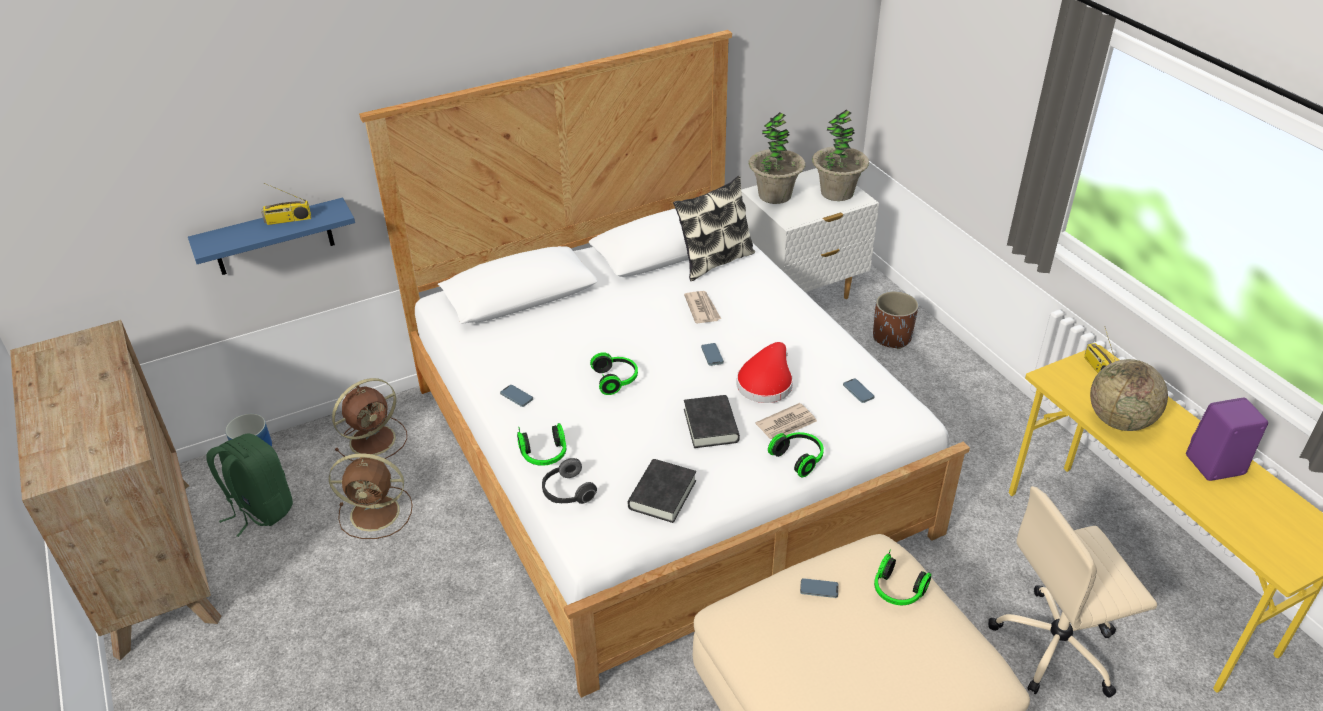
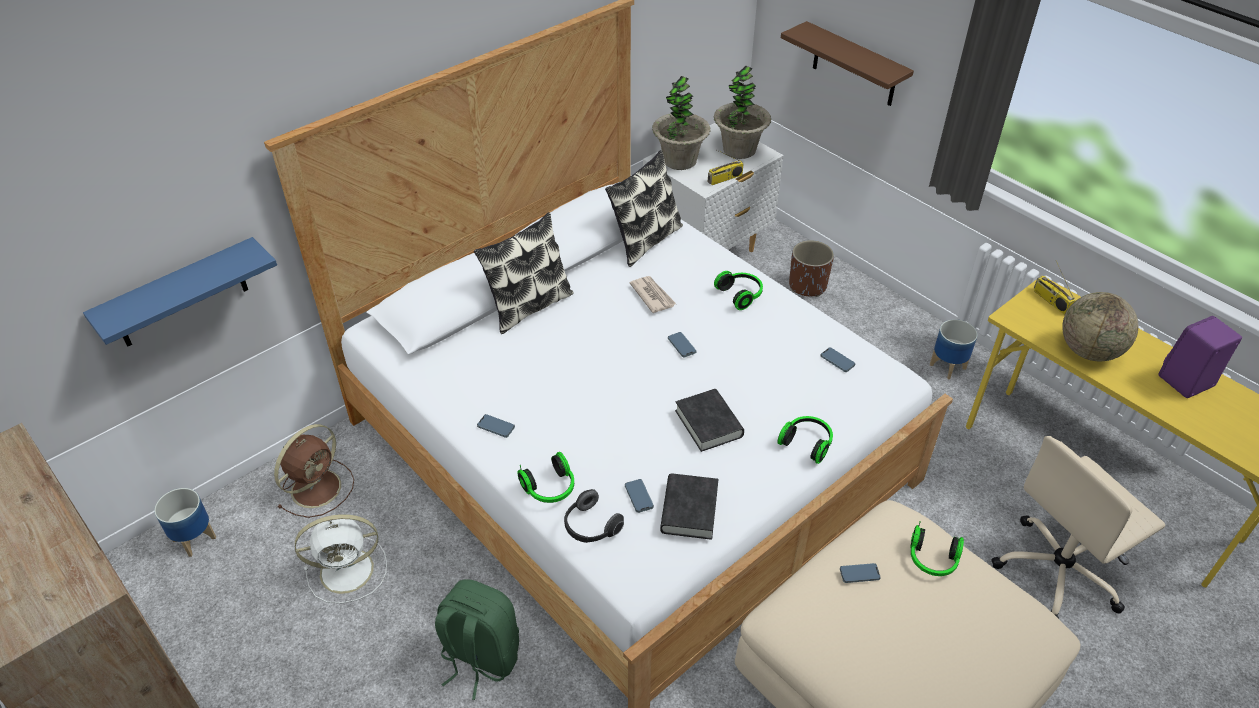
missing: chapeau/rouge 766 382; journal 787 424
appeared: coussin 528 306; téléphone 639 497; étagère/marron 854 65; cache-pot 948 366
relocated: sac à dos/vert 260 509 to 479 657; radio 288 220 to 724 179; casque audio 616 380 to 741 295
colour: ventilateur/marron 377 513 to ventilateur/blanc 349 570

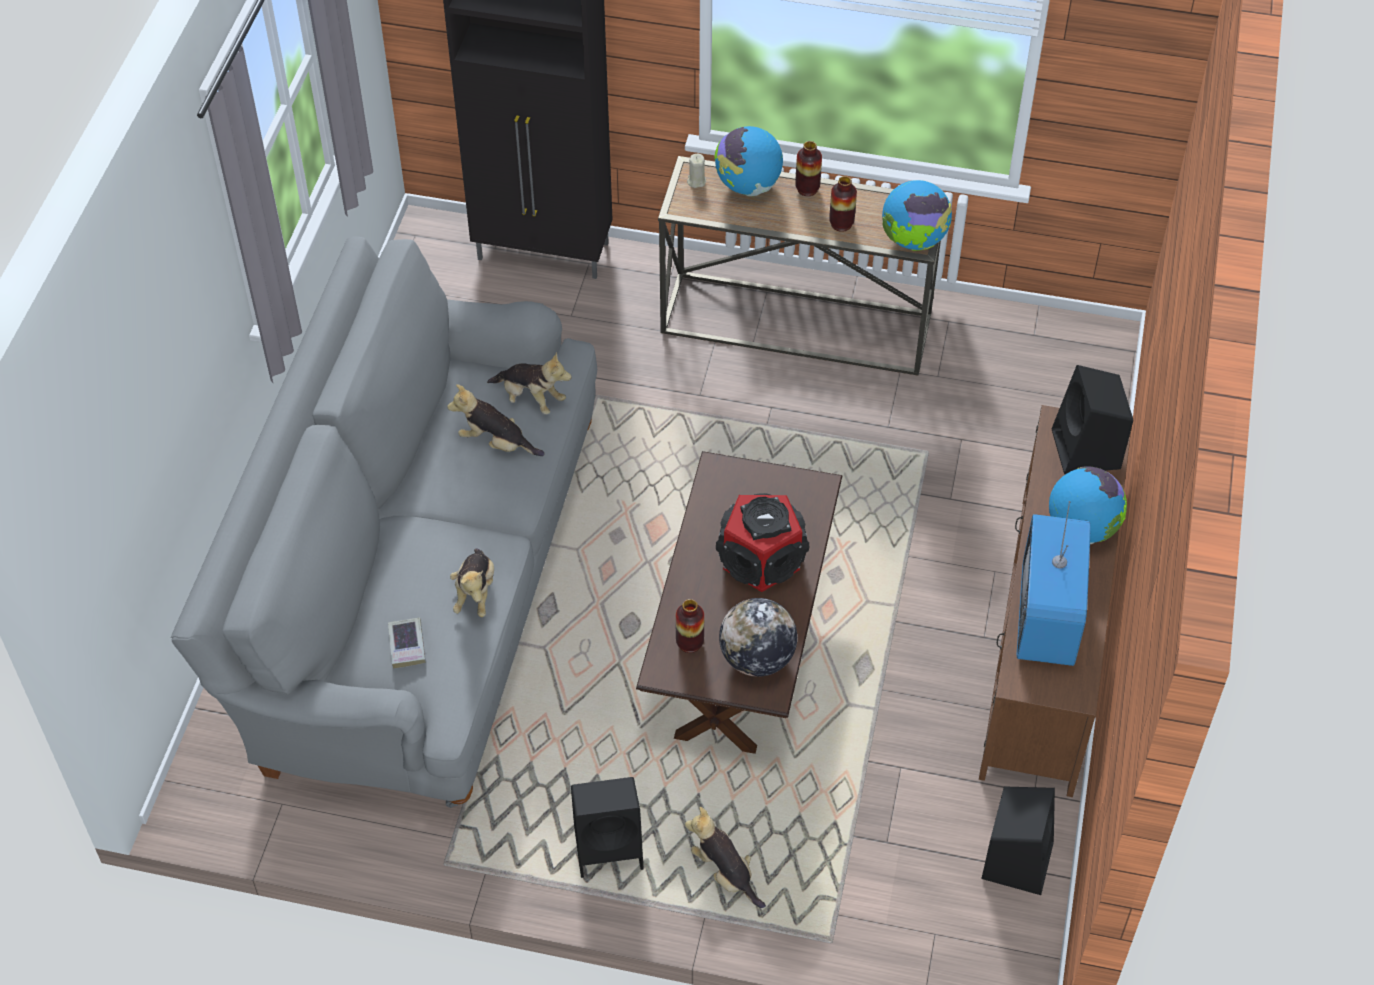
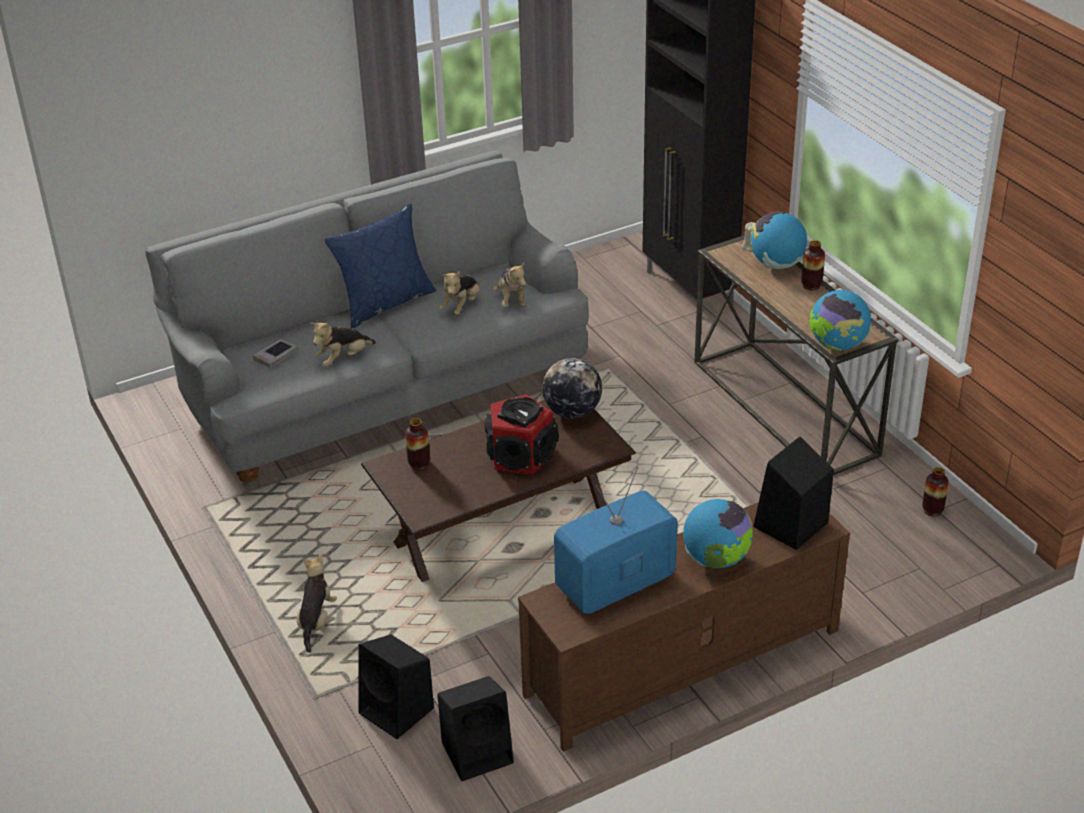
appeared: coussin/bleu 385 303
relocated: enceinte/noir 610 847 to 398 711; globe 757 659 to 572 412; vase 841 224 to 932 510
spun: peluche 496 443 = 461 306 135 degrees counterclockwise

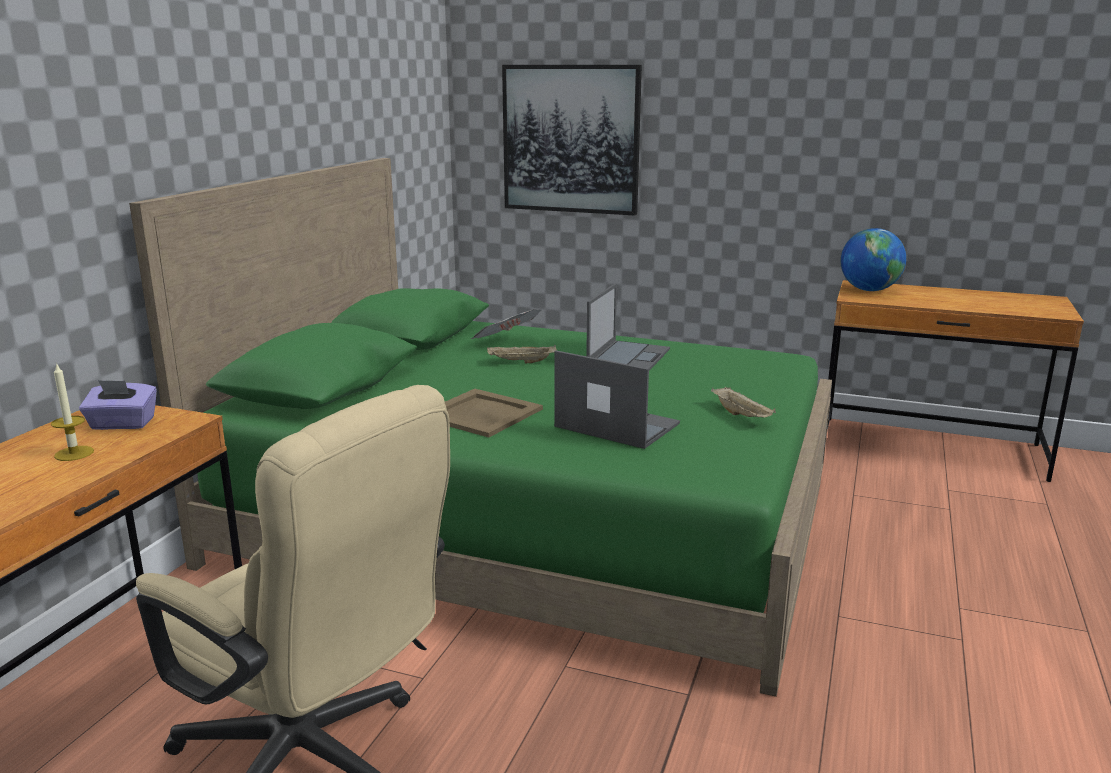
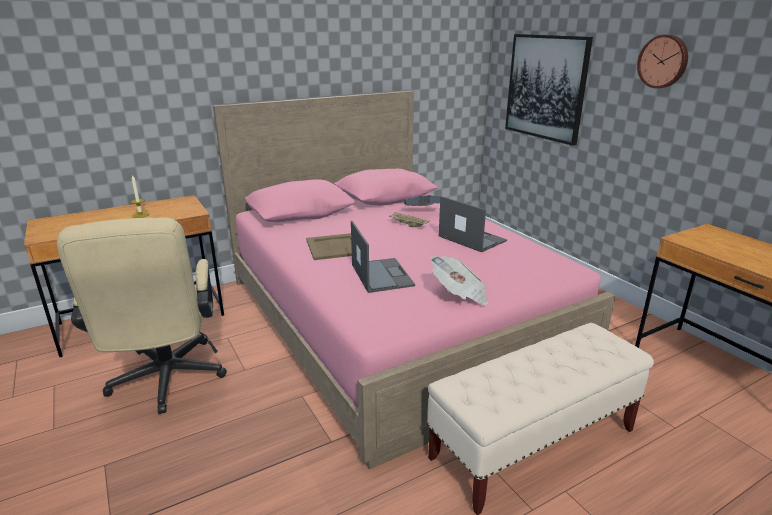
missing: boîte à mouchoirs/violet 122 424; globe 869 290
appeared: banc/beige 533 444; horloge murale 663 61
exchanged: plateau/beige 742 416 to journal 459 294
colour: lit/vert 533 520 to lit/rose 394 319
spun: ordinateur portable 628 357 = 471 238 105 degrees counterclockwise

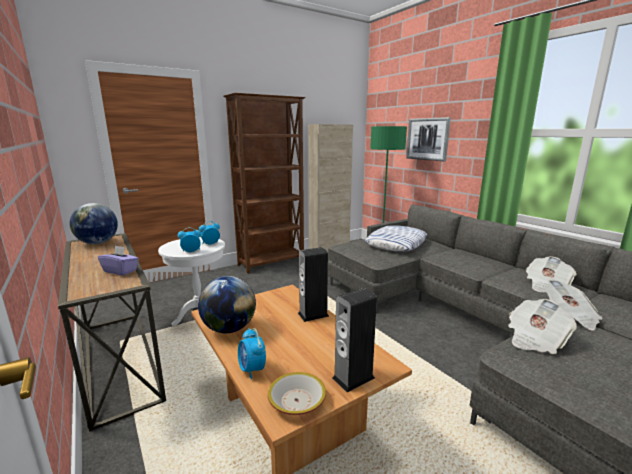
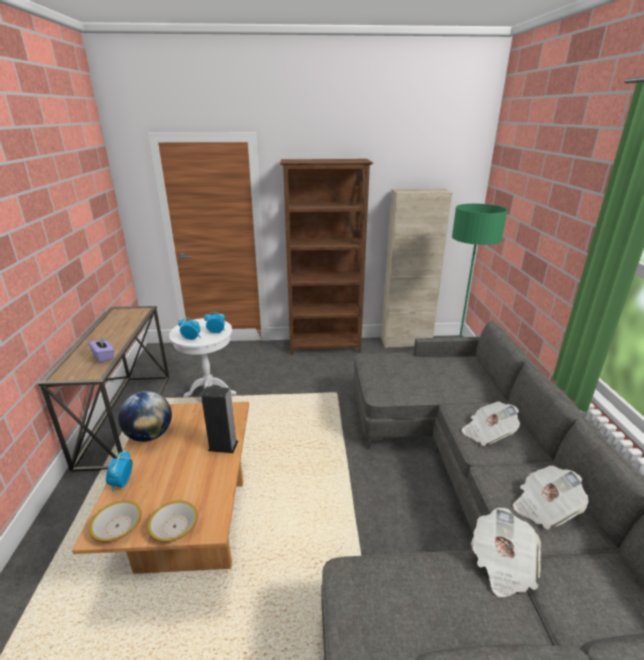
missing: globe 97 243; coussin 396 243; tableau 427 139
relocated: journal 535 339 to 487 433
exchanged: enceinte 353 378 to bol 174 527

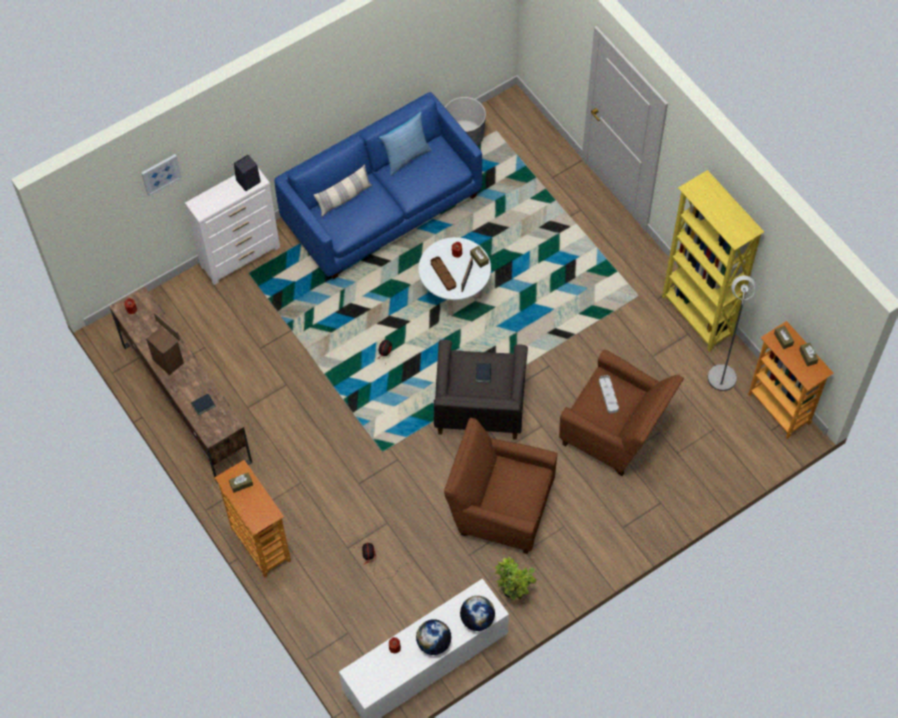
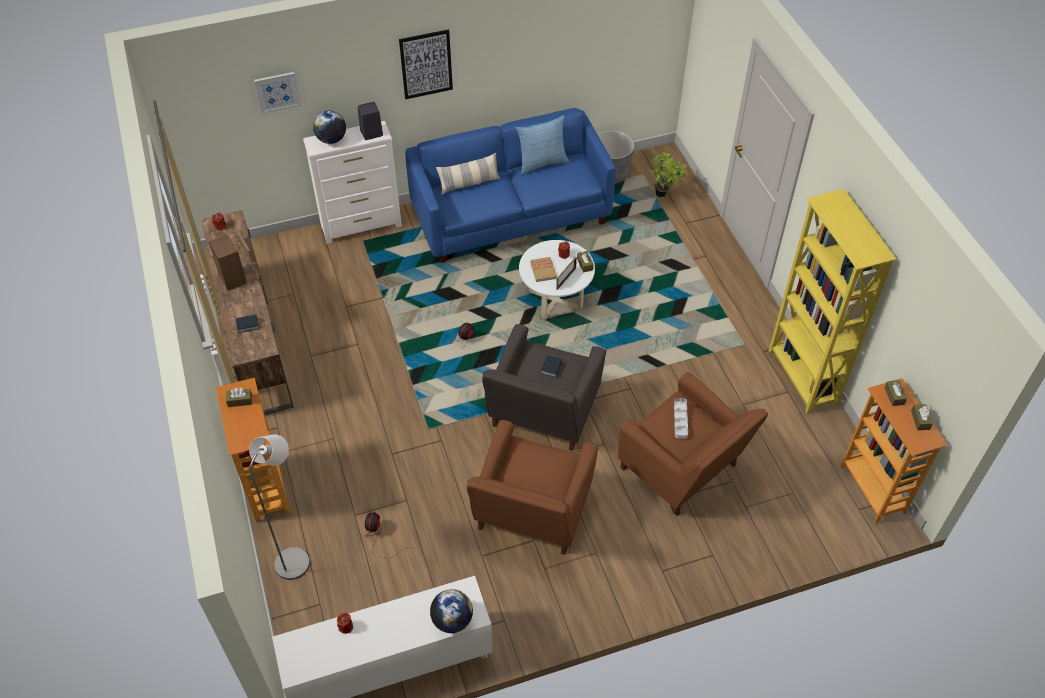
appeared: tableau 426 64
relocated: globe 433 643 to 331 139; plante en pot 513 591 to 664 194; lampadaire/gris 722 373 to 296 558
exchanged: plateau/marron 443 274 to livre 543 270
spun: fauteuil/marron 499 507 = 531 514 105 degrees counterclockwise

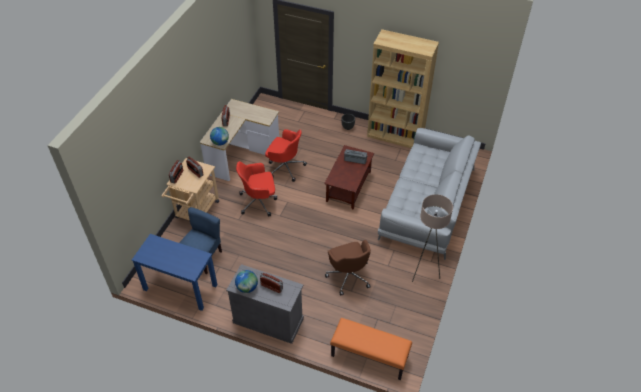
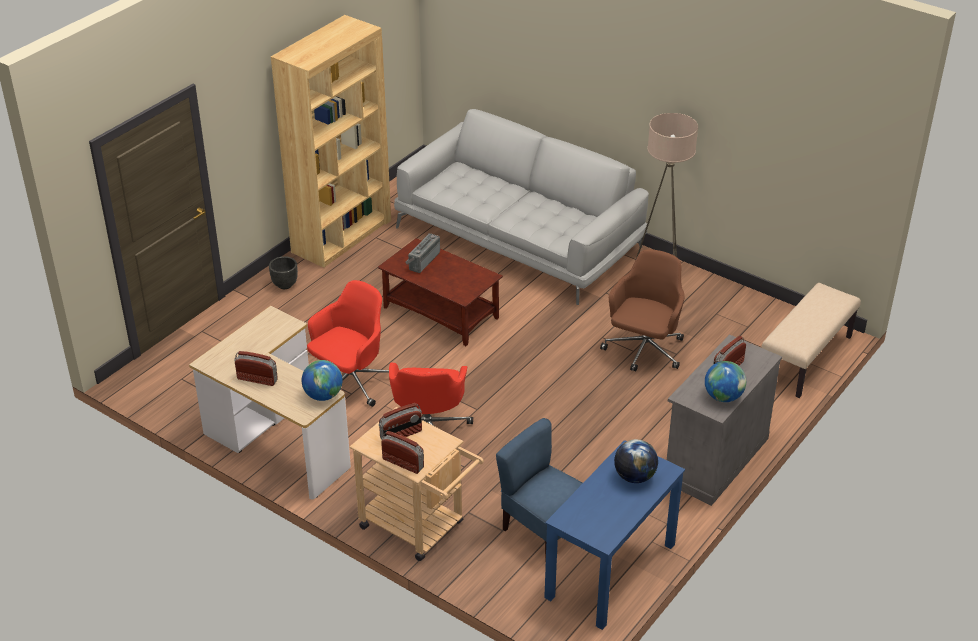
appeared: globe 634 477
colour: banc/orange 369 356 to banc/beige 806 359
spun: chaise de bureau/marron 348 275 = 644 350 60 degrees counterclockwise

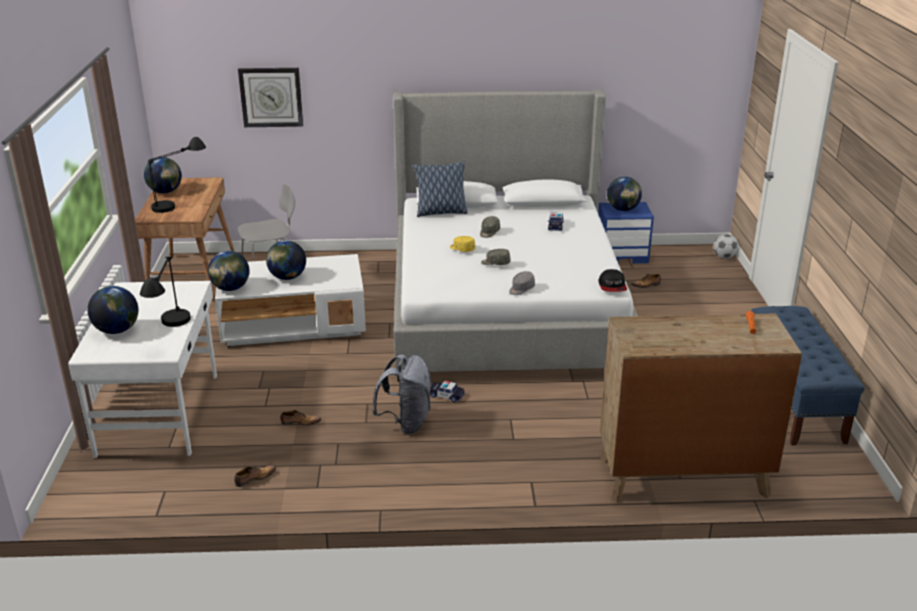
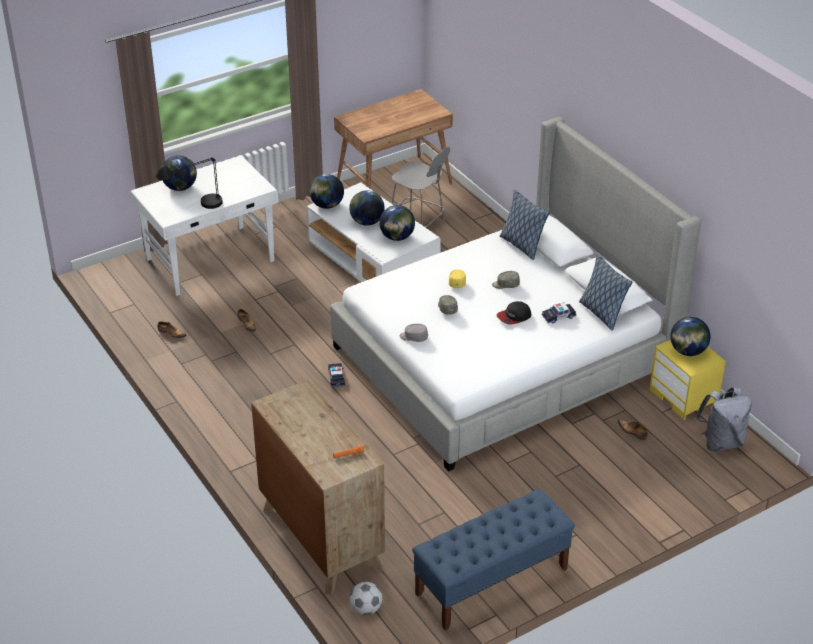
missing: lampe de table/noir 180 202; horloge murale 271 97
appeared: coussin 601 313
relocated: globe 165 192 to 397 237; sac à dos/gris 406 422 to 721 442; casquette 612 286 to 514 317; ballon de foot 724 257 to 366 609
colour: table de chevet/bleu 622 255 to table de chevet/jaune 684 397

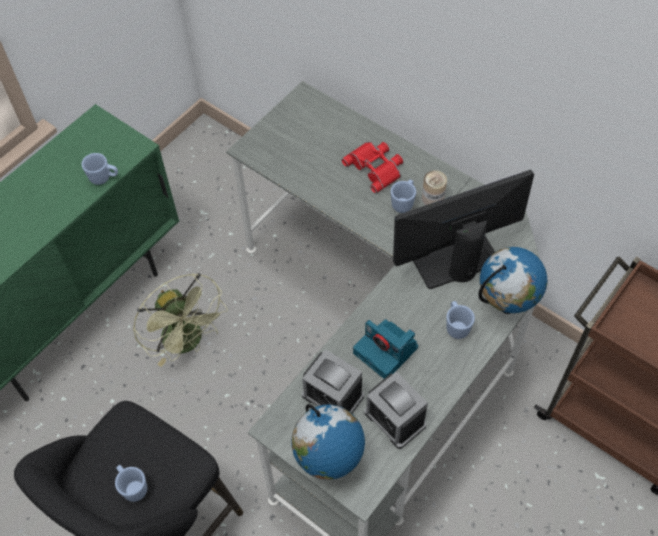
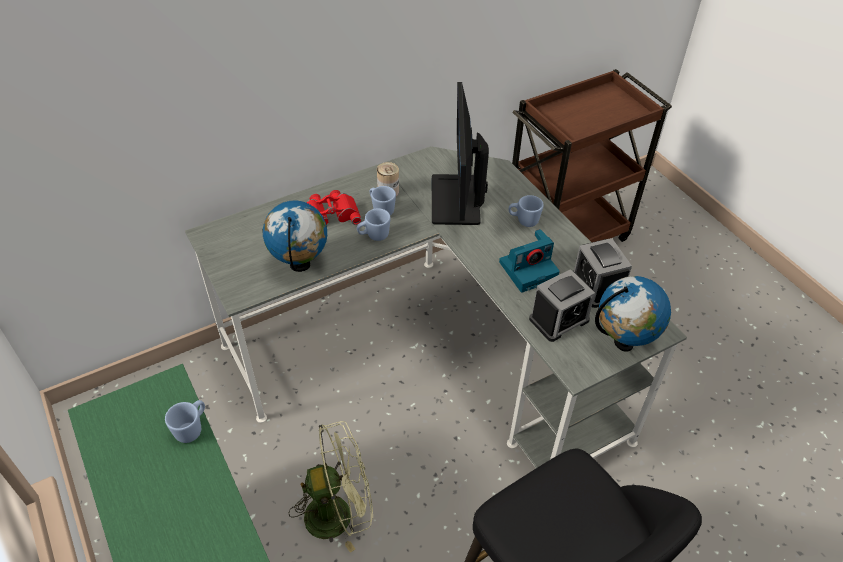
relocated: mug/bleu 132 487 to 374 236; globe 506 305 to 300 265
spun: réveil 395 419 = 597 286 90 degrees clockwise

